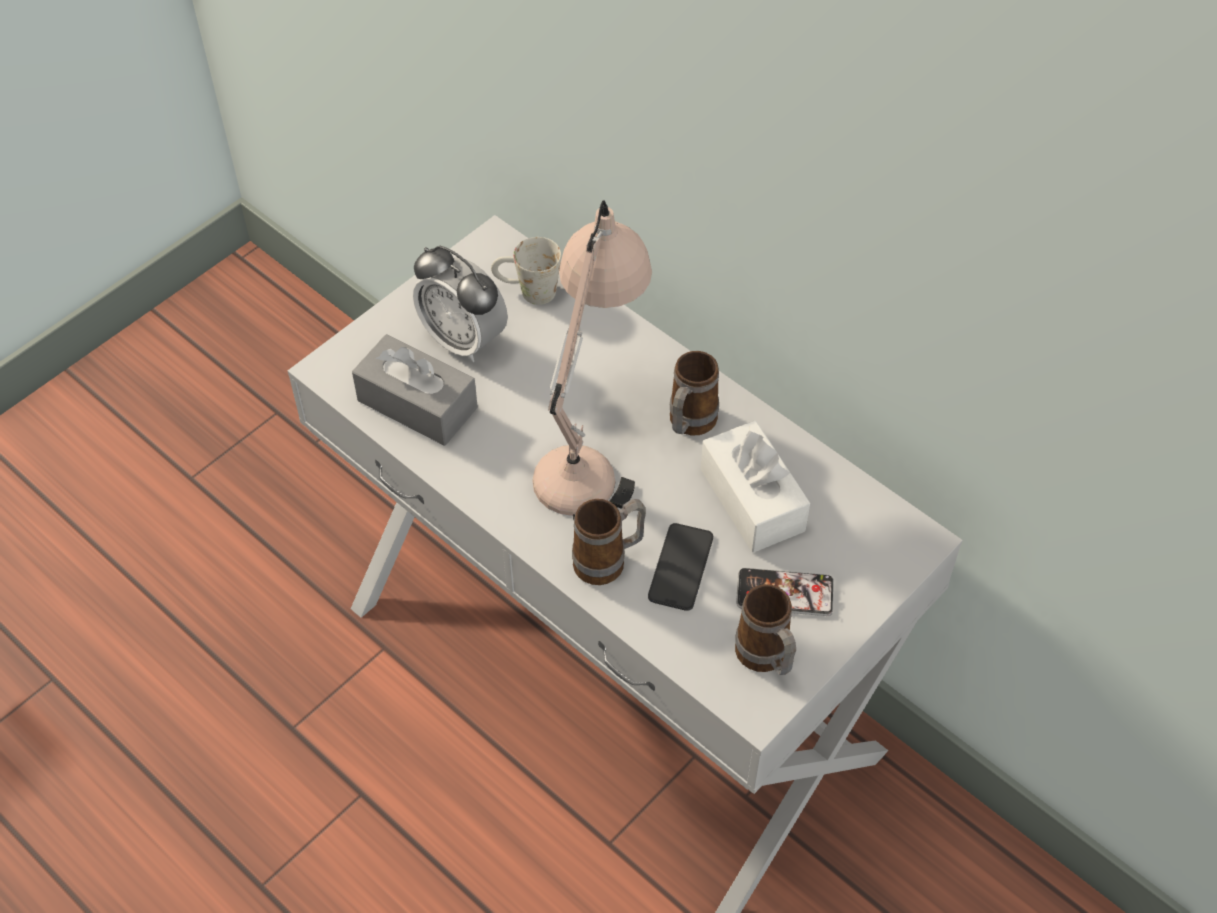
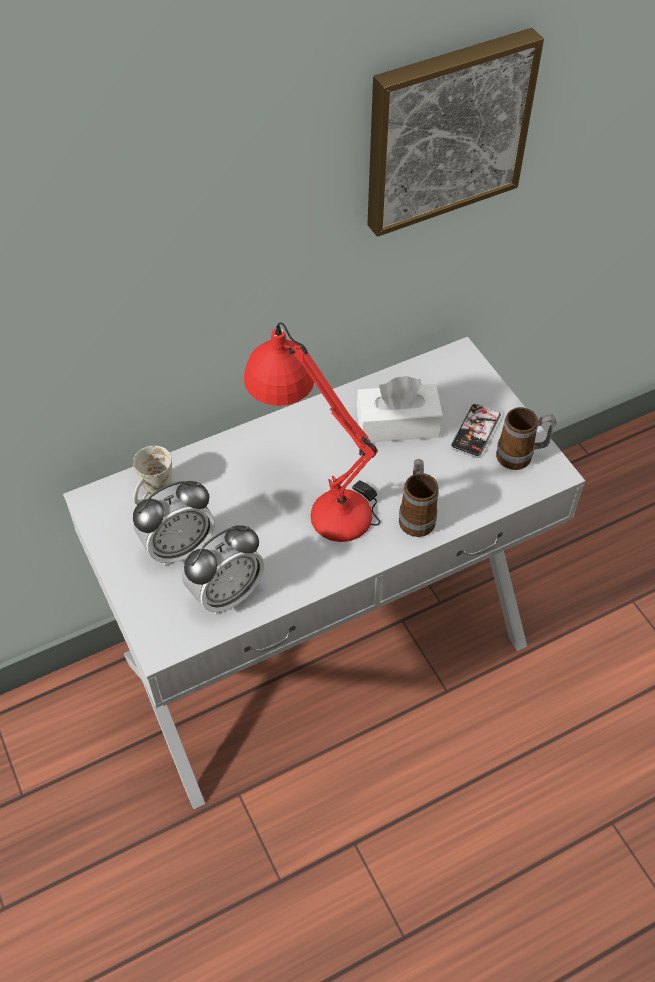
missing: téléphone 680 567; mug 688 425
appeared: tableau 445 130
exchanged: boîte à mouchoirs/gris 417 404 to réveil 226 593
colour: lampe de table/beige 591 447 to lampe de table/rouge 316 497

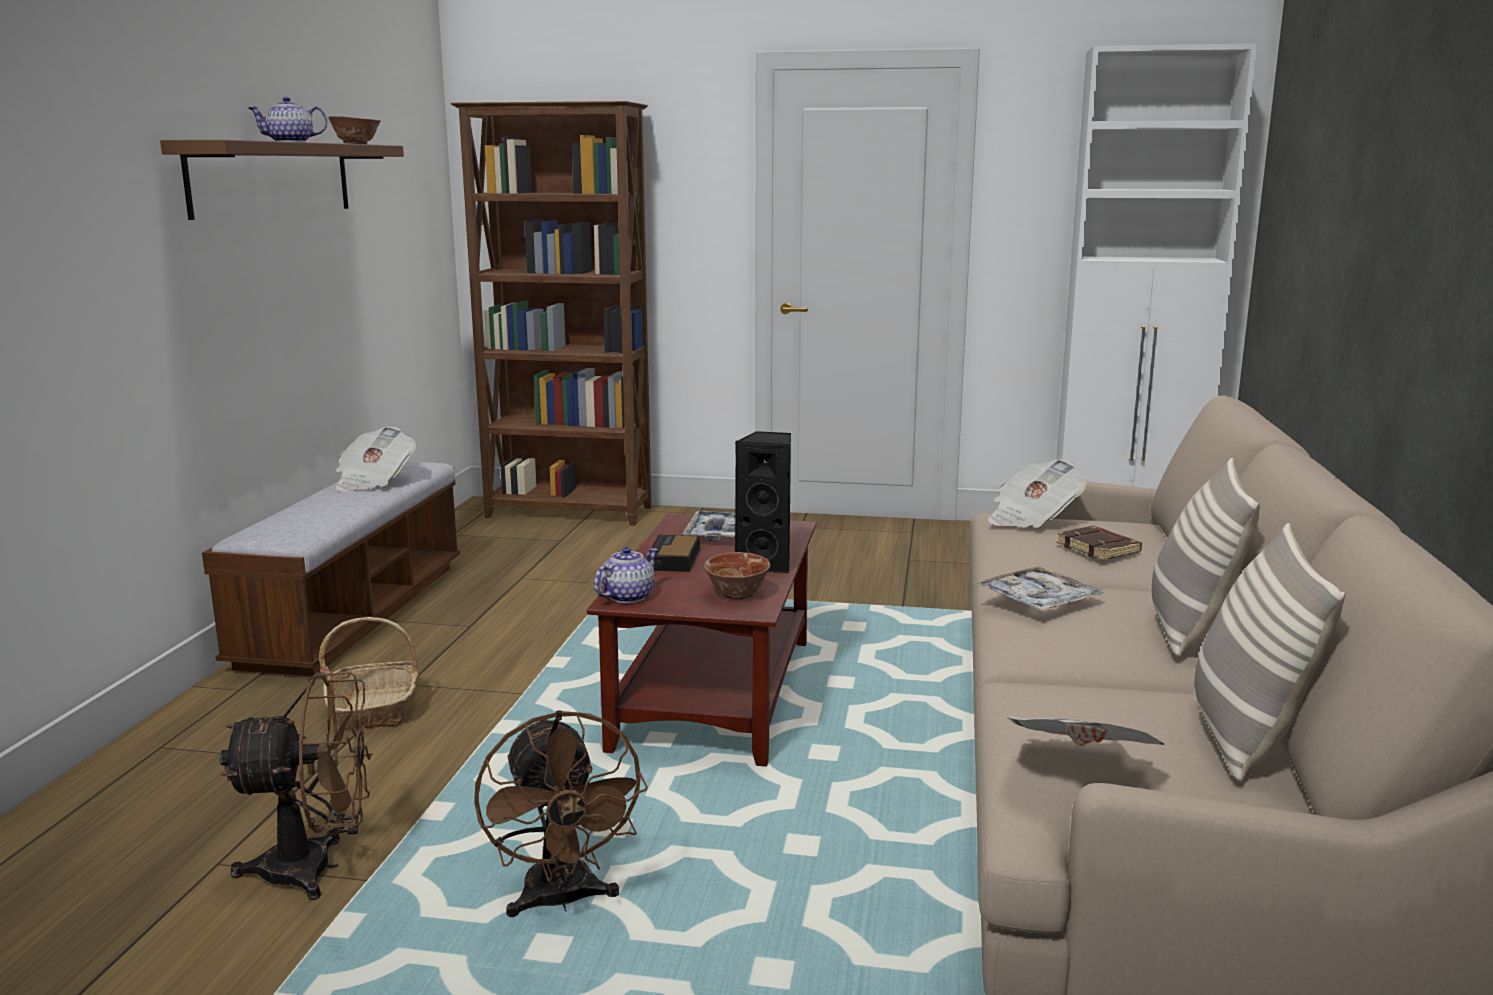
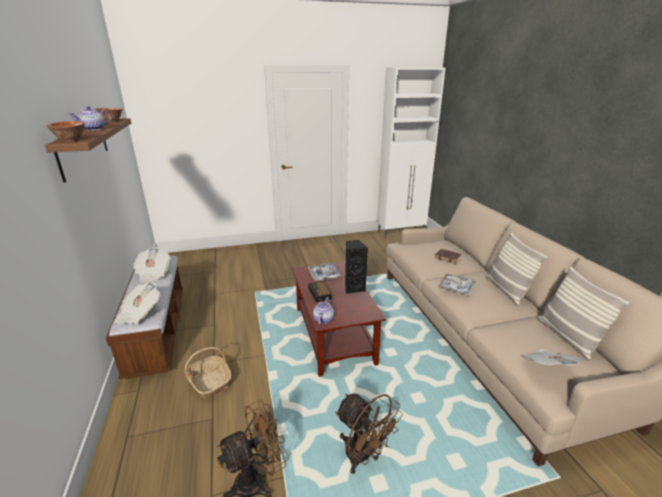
missing: bibliothèque/marron 570 513
relocated: bol 737 595 to 71 140; journal 1032 519 to 139 313

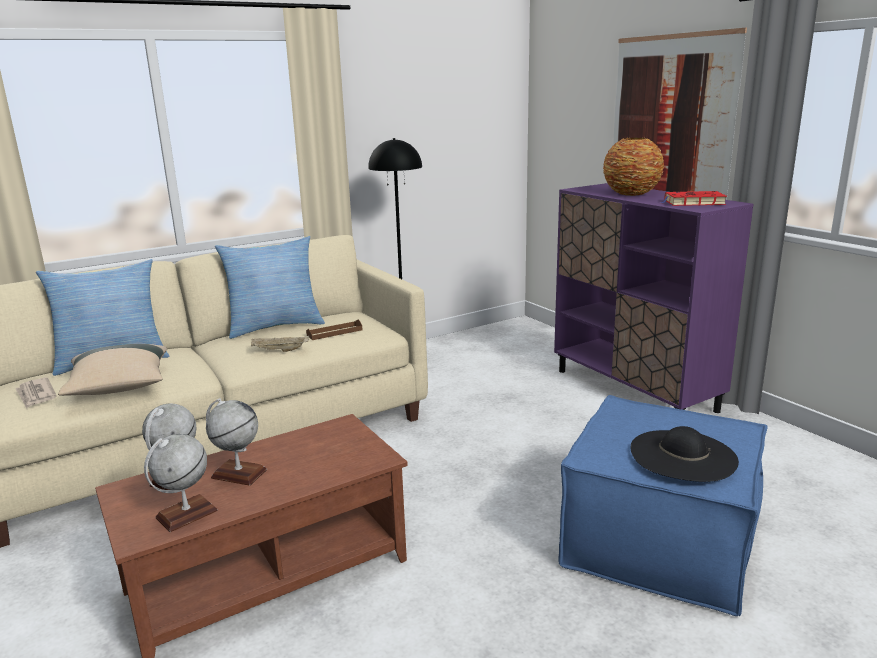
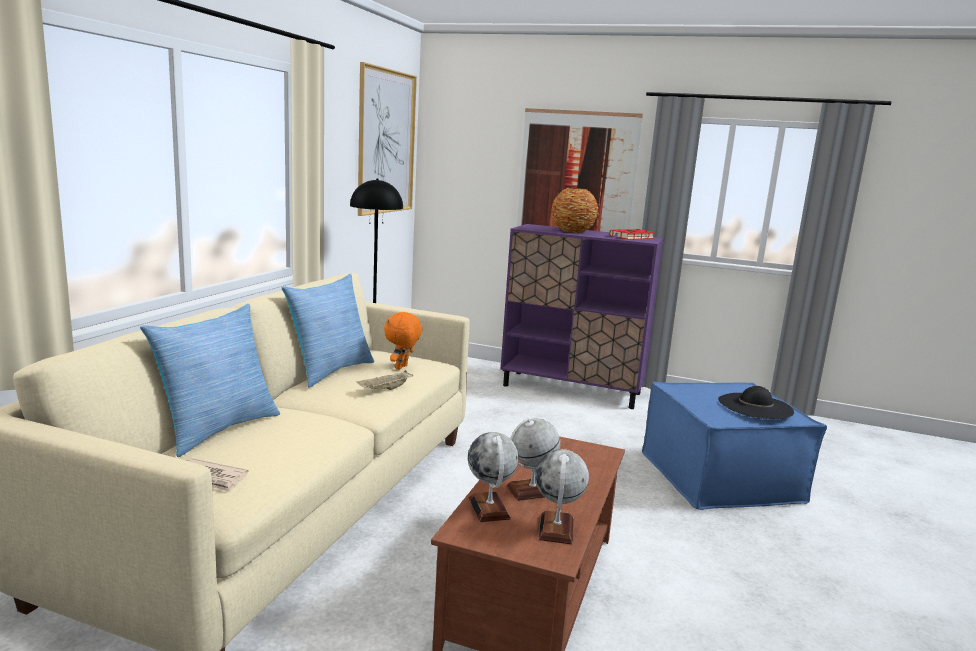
missing: coussin/beige 119 387
appeared: tableau 386 142
exchanged: plateau/marron 334 332 to peluche/orange 402 367

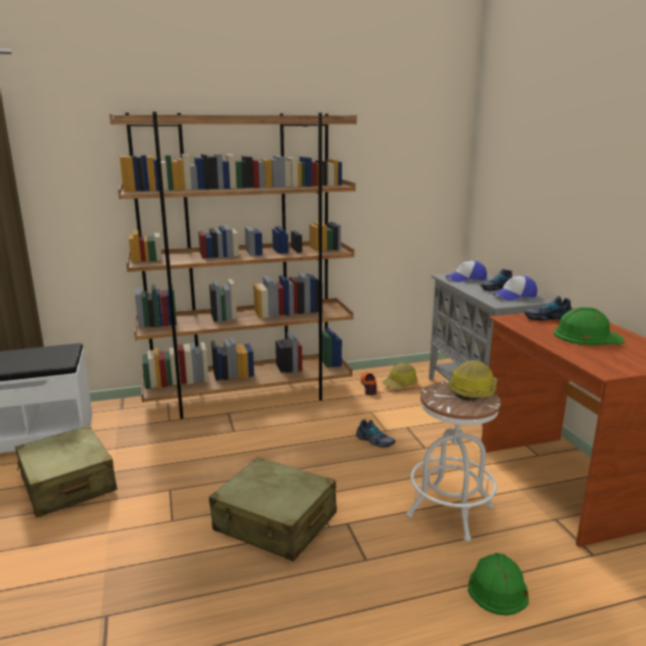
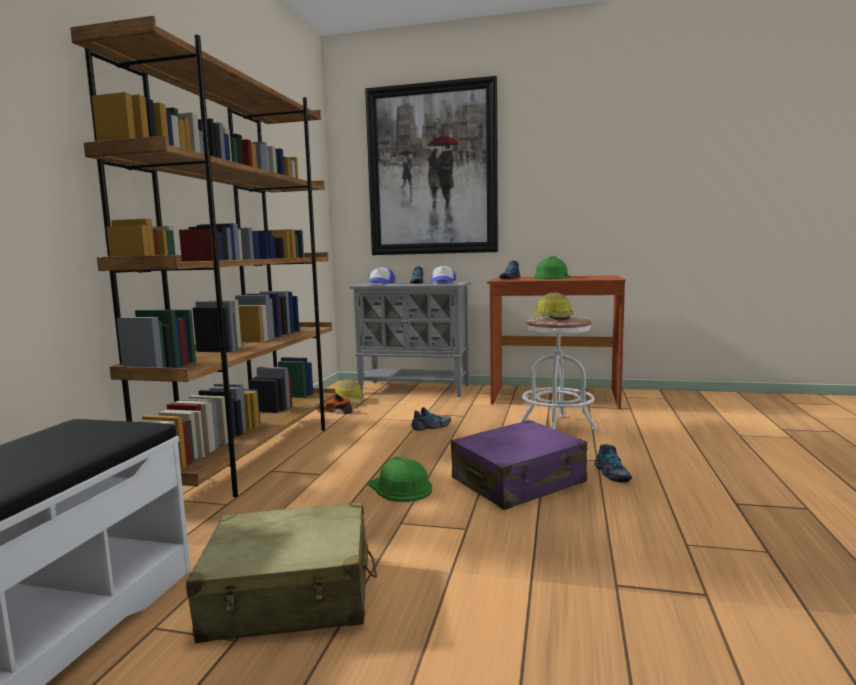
appeared: tableau 432 170; chaussure 611 474
relocated: casque de chantier/vert 497 585 to 400 488
colour: valise/beige 275 522 to valise/violet 518 481

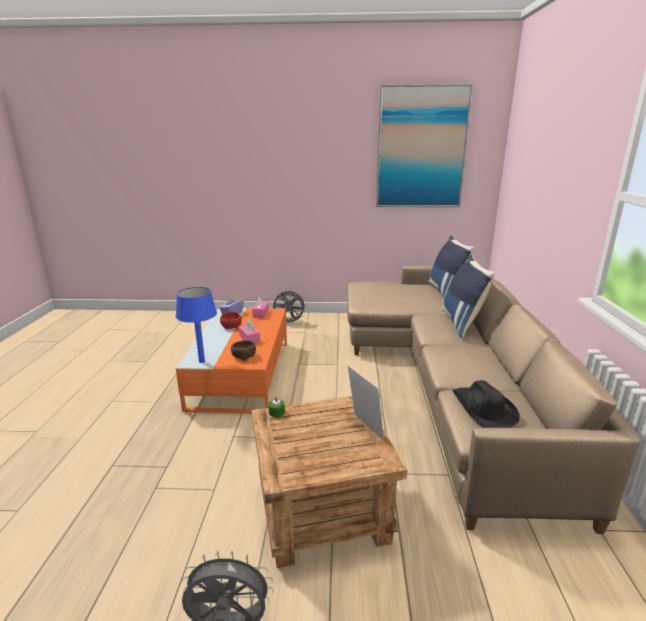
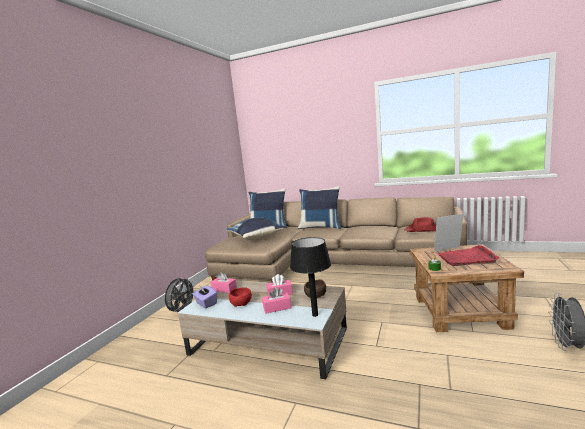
missing: tableau 421 148
appeared: coussin/bleu 256 238; boîte à mouchoirs/rose 277 307; plateau/rouge 467 258
colour: lampe de table/bleu 201 361 to lampe de table/noir 315 315; table basse/orange 241 373 to table basse/beige 268 341; chapeau/noir 483 409 to chapeau/rouge 423 230

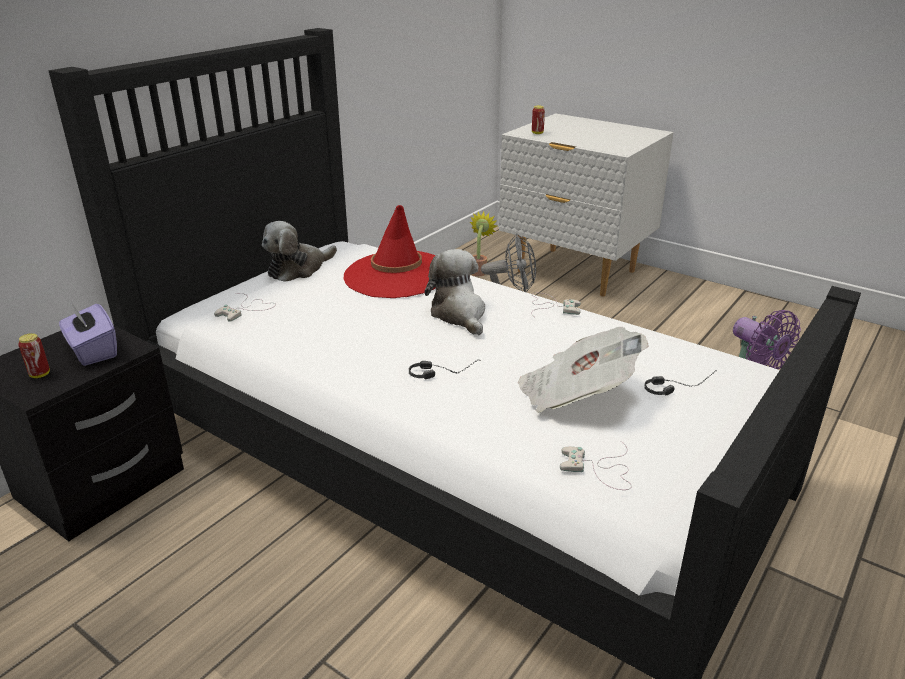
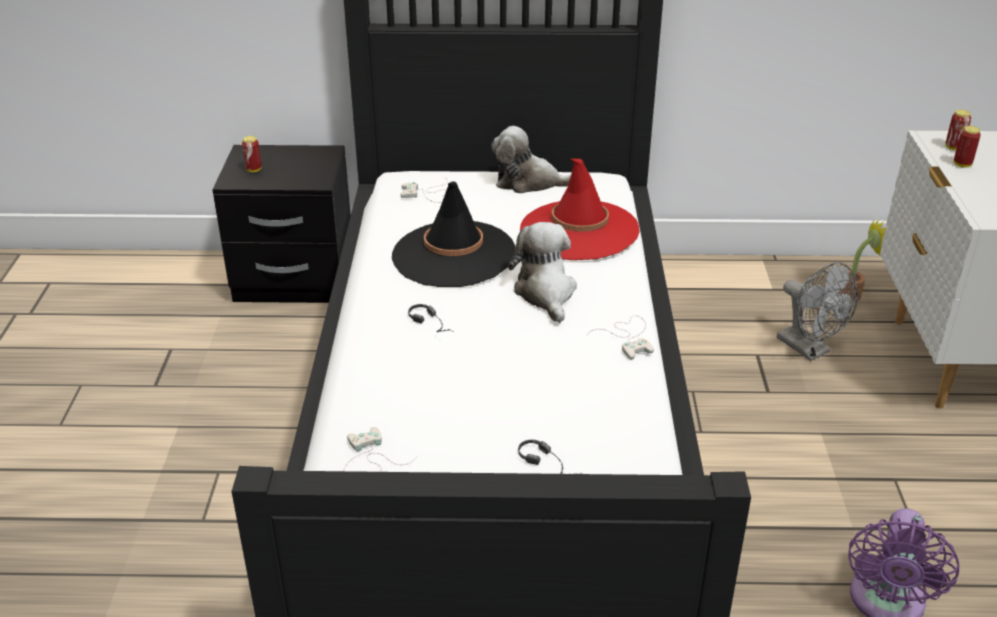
missing: boîte à mouchoirs/violet 93 351; journal 575 395
appeared: chapeau/noir 453 255; boîte métallique 962 165
spun: peluche 459 314 = 546 293 45 degrees counterclockwise

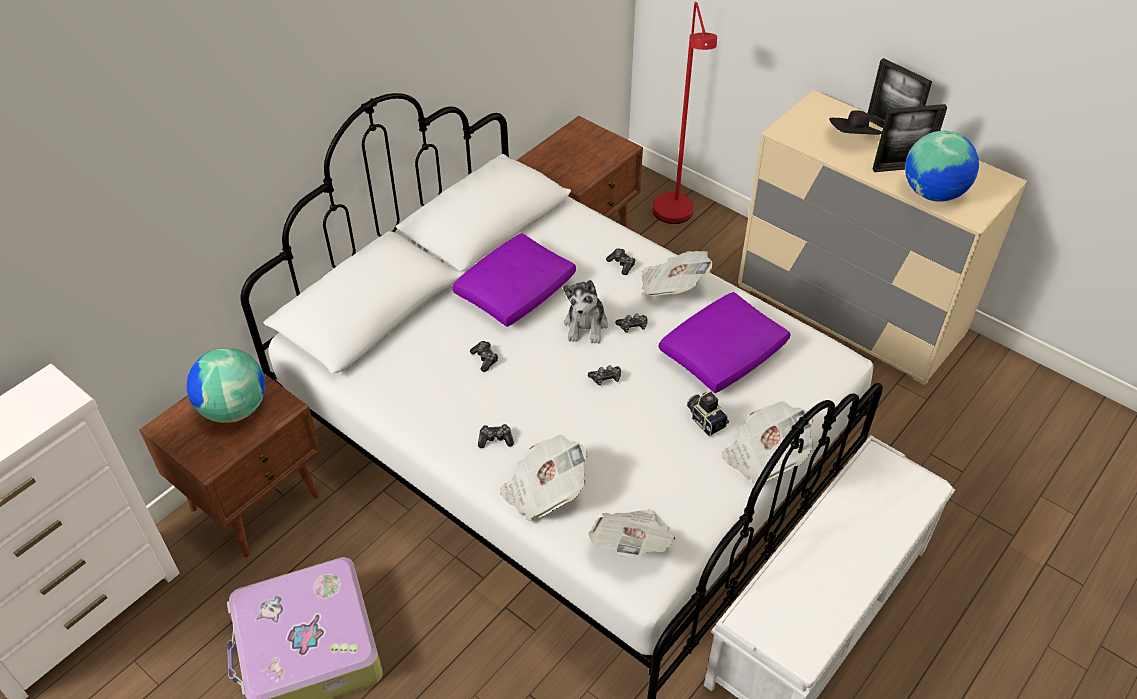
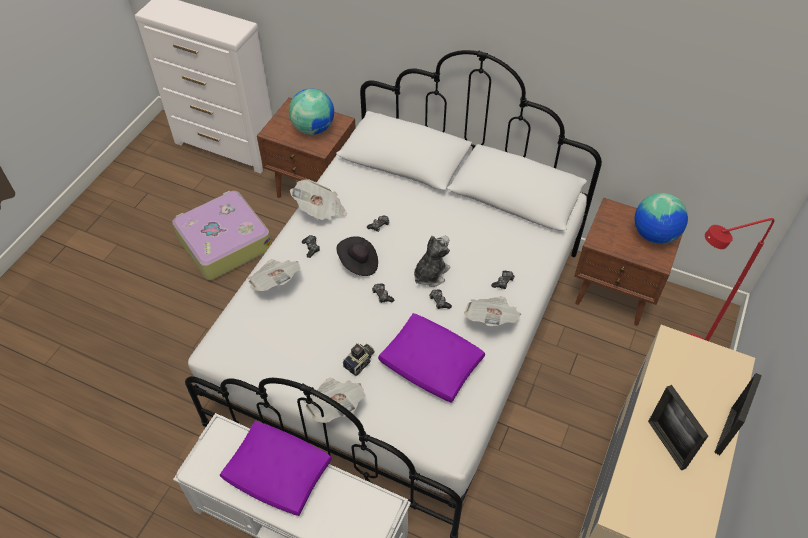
relocated: coussin/violet 516 290 to 279 473; journal 632 544 to 320 210; chapeau/noir 853 139 to 358 263; globe 933 193 to 654 235
spun: peluche 586 325 = 430 273 135 degrees clockwise

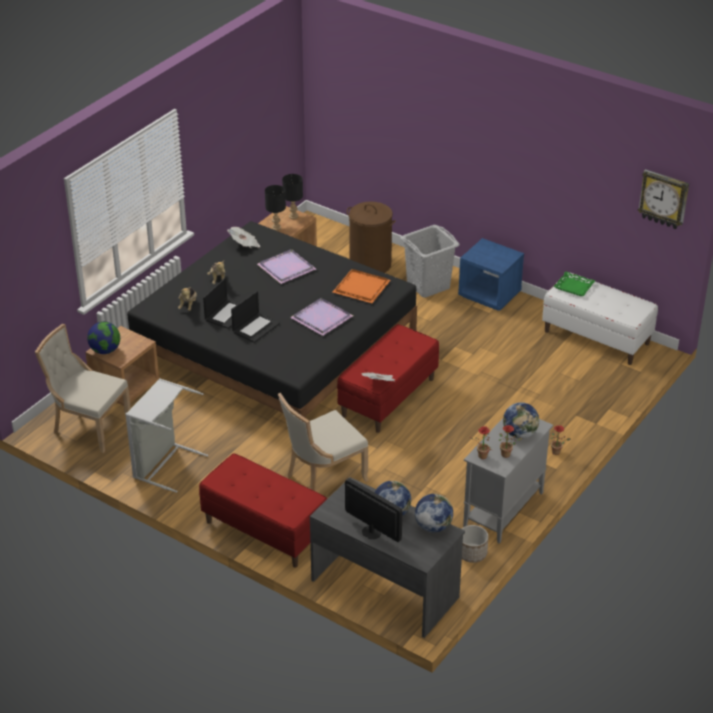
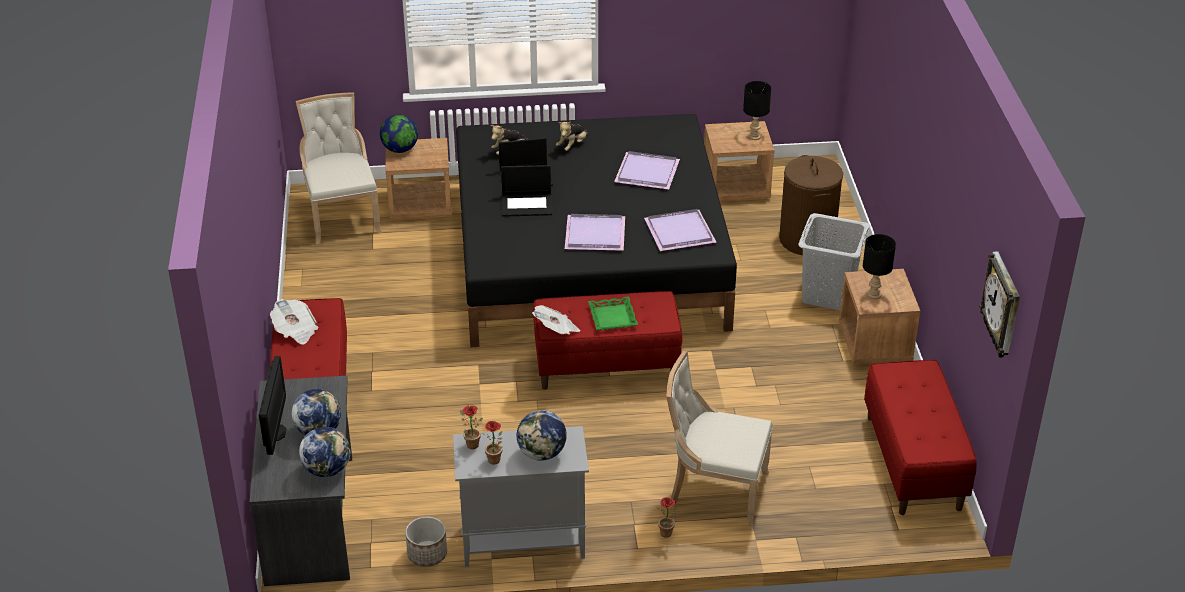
missing: panier à linge/gris 164 464
relocated: journal 244 245 to 295 331; lampe de table/noir 275 228 to 873 294; chaise/beige 323 477 to 714 490; plateau/vert 574 286 to 613 317
colour: plateau/orange 362 288 to plateau/violet 679 233; table de chevet/bleu 490 295 to table de chevet/marron 875 344; banc/blanc 597 337 to banc/rouge 914 462

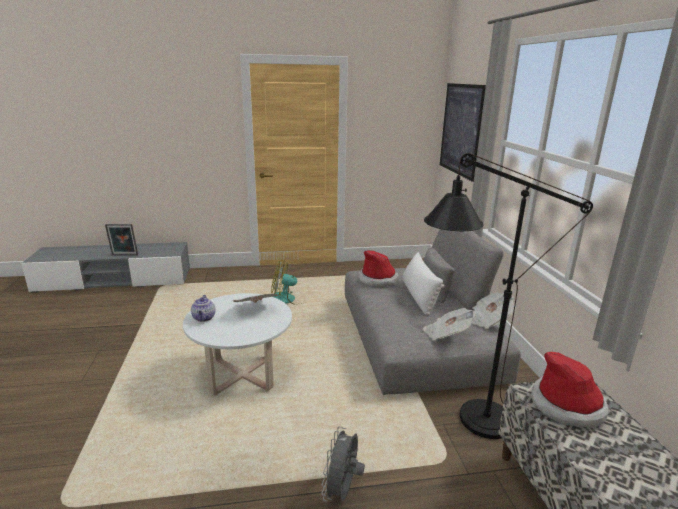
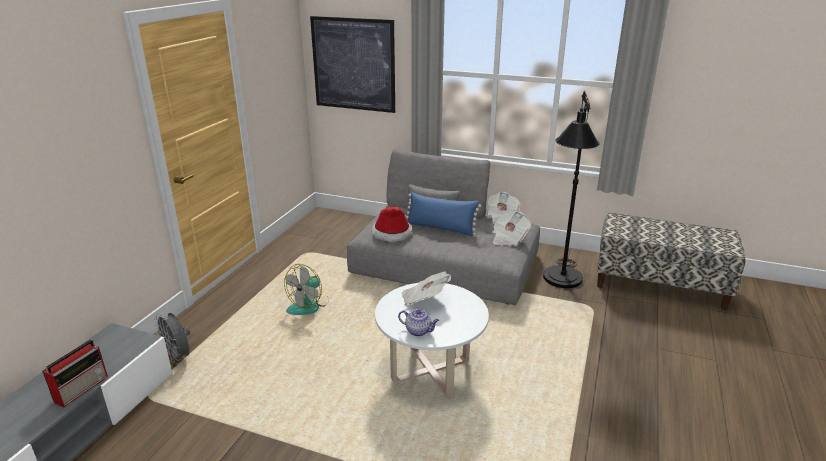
missing: chapeau 567 405
relocated: ventilateur/gris 342 491 to 178 357
exchanged: cadre photo 124 255 to radio 82 388
colour: coussin/blanc 419 296 to coussin/bleu 440 228

